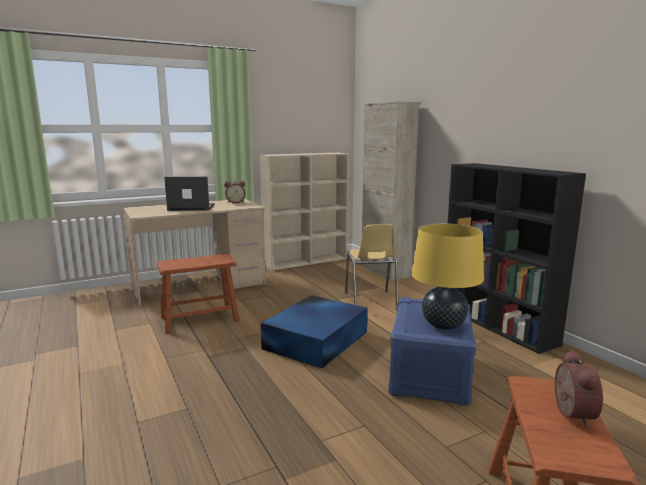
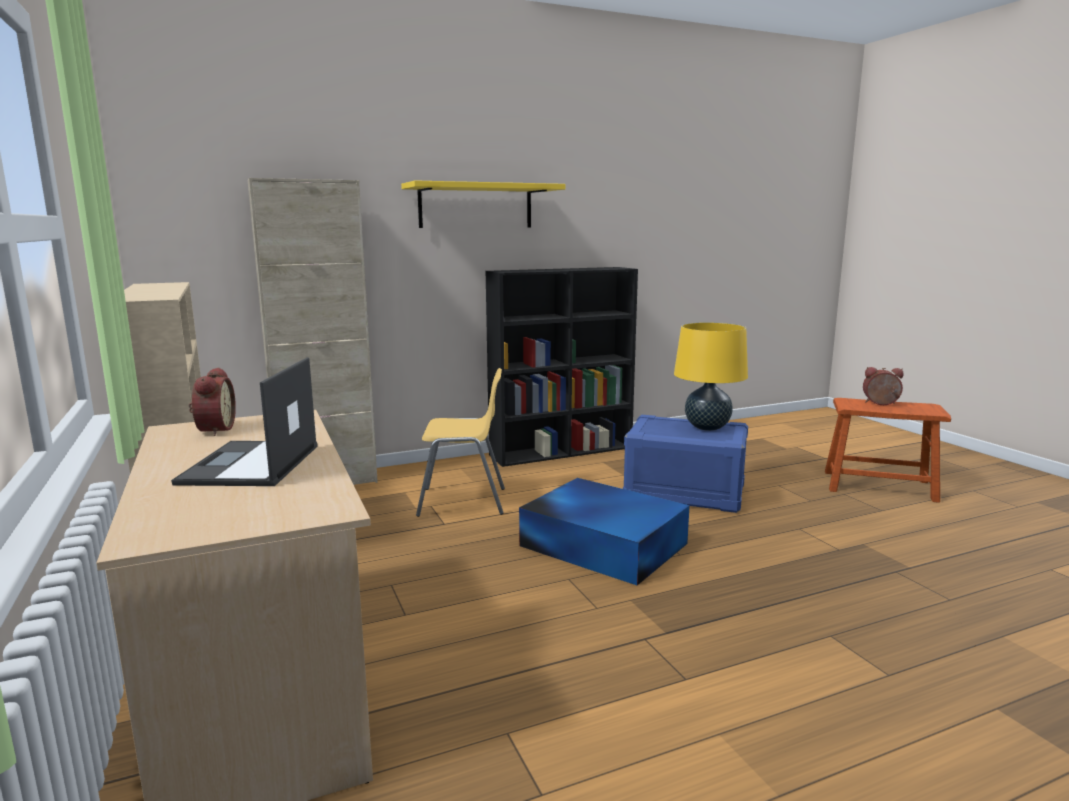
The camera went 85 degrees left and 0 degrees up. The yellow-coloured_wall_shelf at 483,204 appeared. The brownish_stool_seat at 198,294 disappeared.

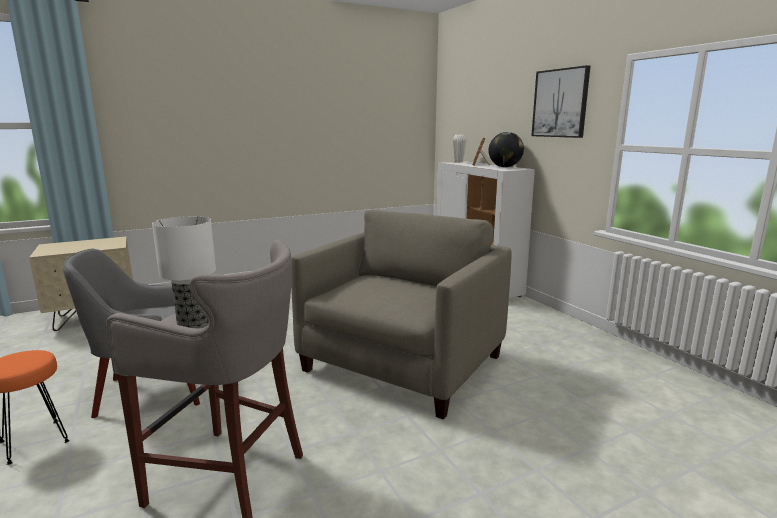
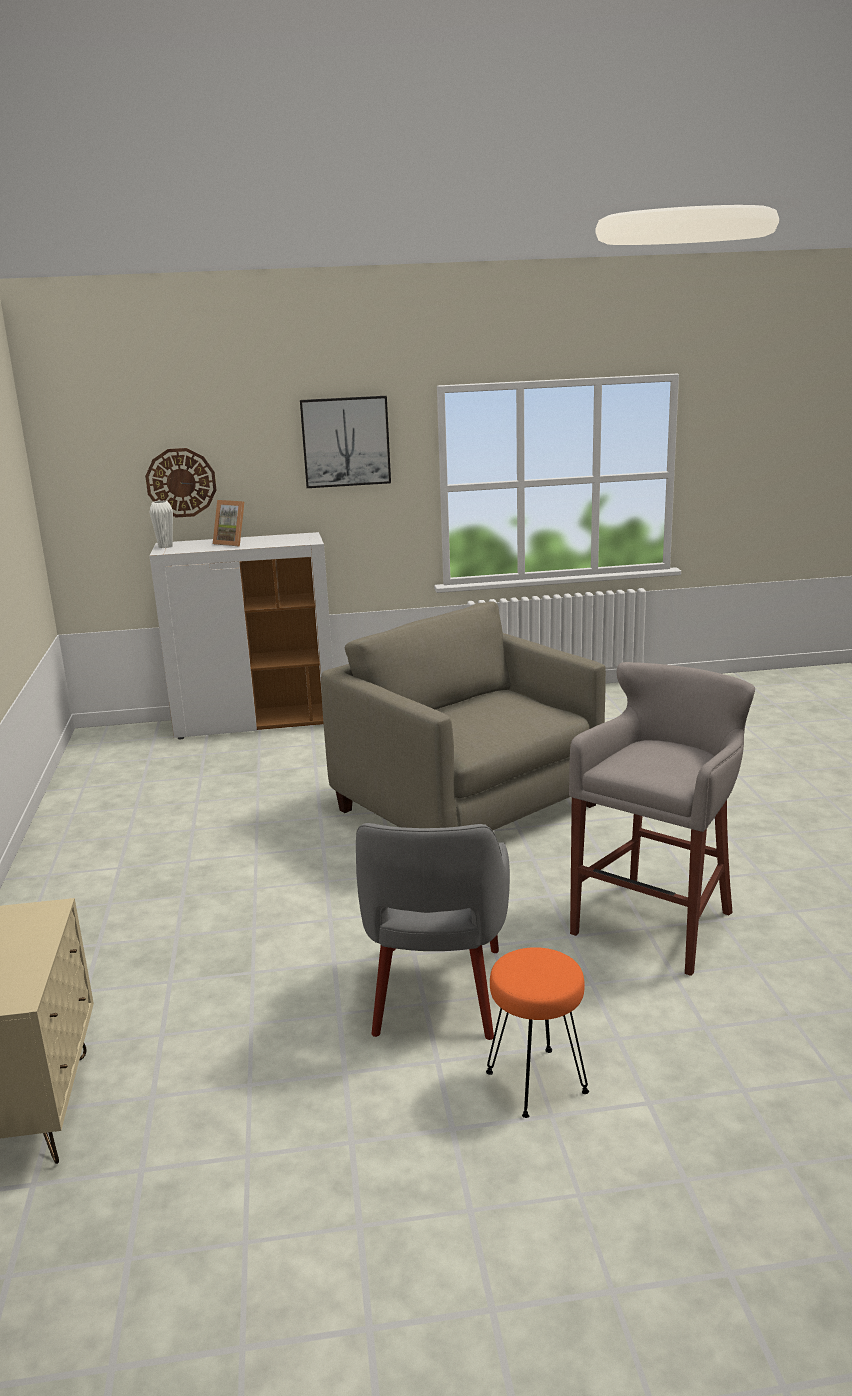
The camera went 70 degrees left and 5 degrees up. The wall_clock at 181,483 appeared. The tabletop_lamp at 184,272 disappeared. The world_globe at 506,149 disappeared.

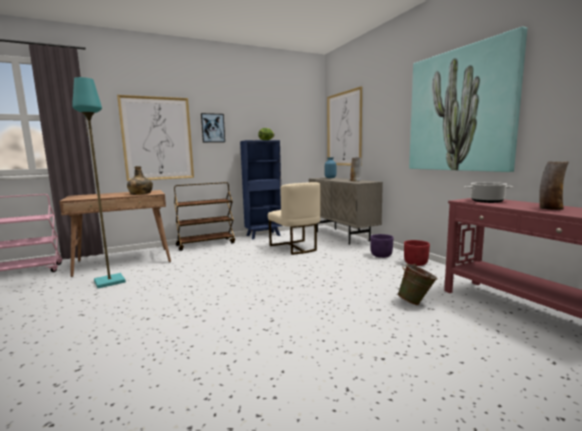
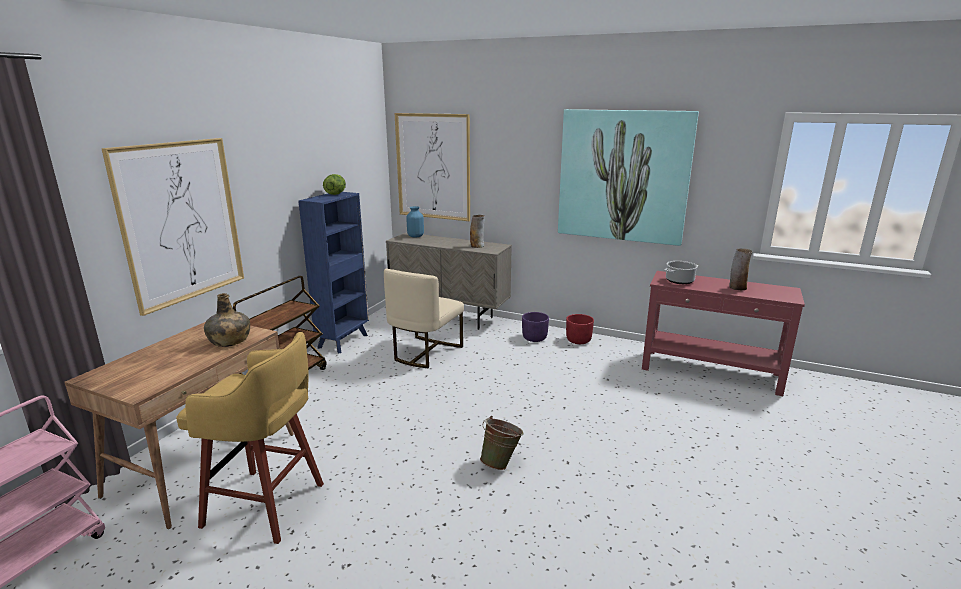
The camera went 40 degrees left and 10 degrees up. The turquoise-coloured_standing_lamp at 99,182 was replaced by the yellow-coloured_stool_seat at 250,438. The sand-coloured_chair at 294,218 turned 90 degrees clockwise. The greenish_bucket moved from 417,284 to 501,443. The picture at 213,128 disappeared.

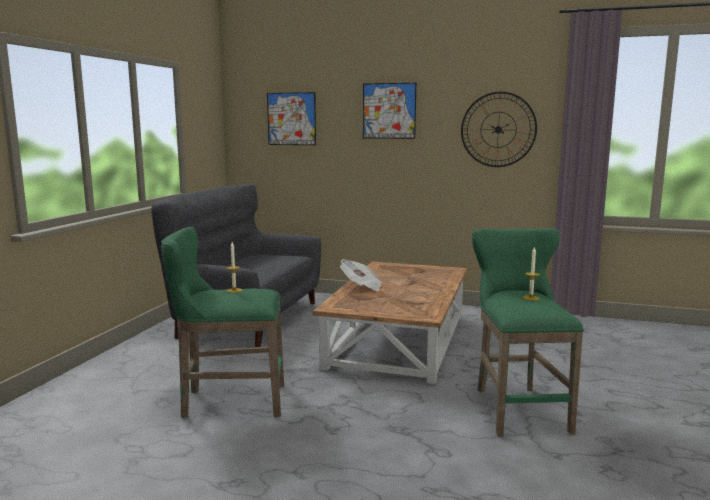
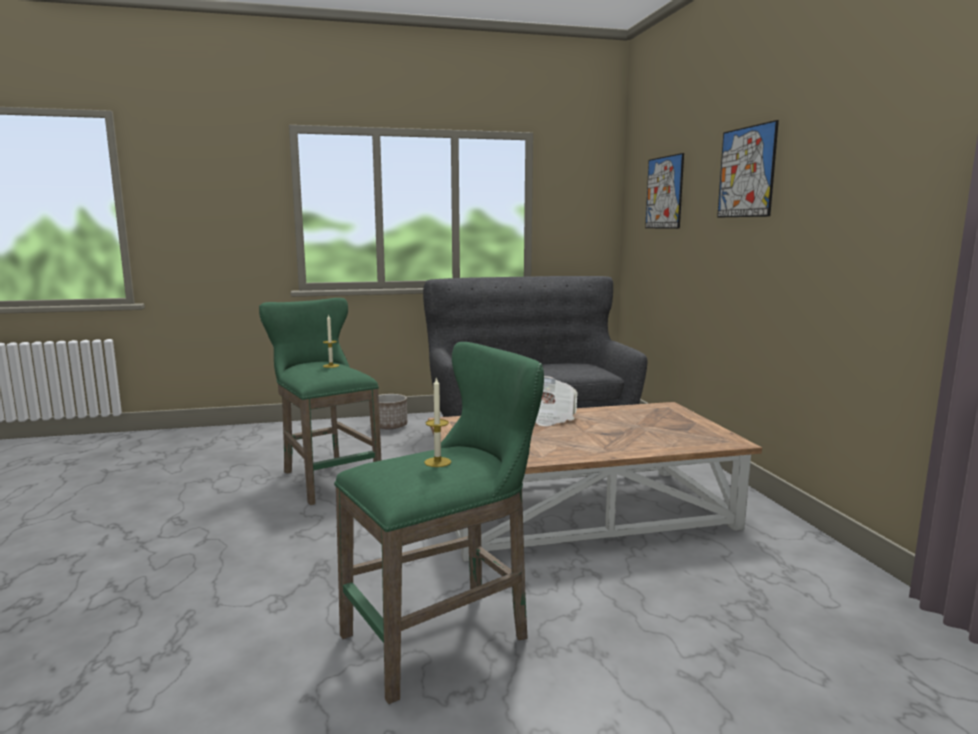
The camera went 60 degrees right and 0 degrees up. The plant_pot at 392,411 appeared. The wall_clock at 499,129 disappeared.

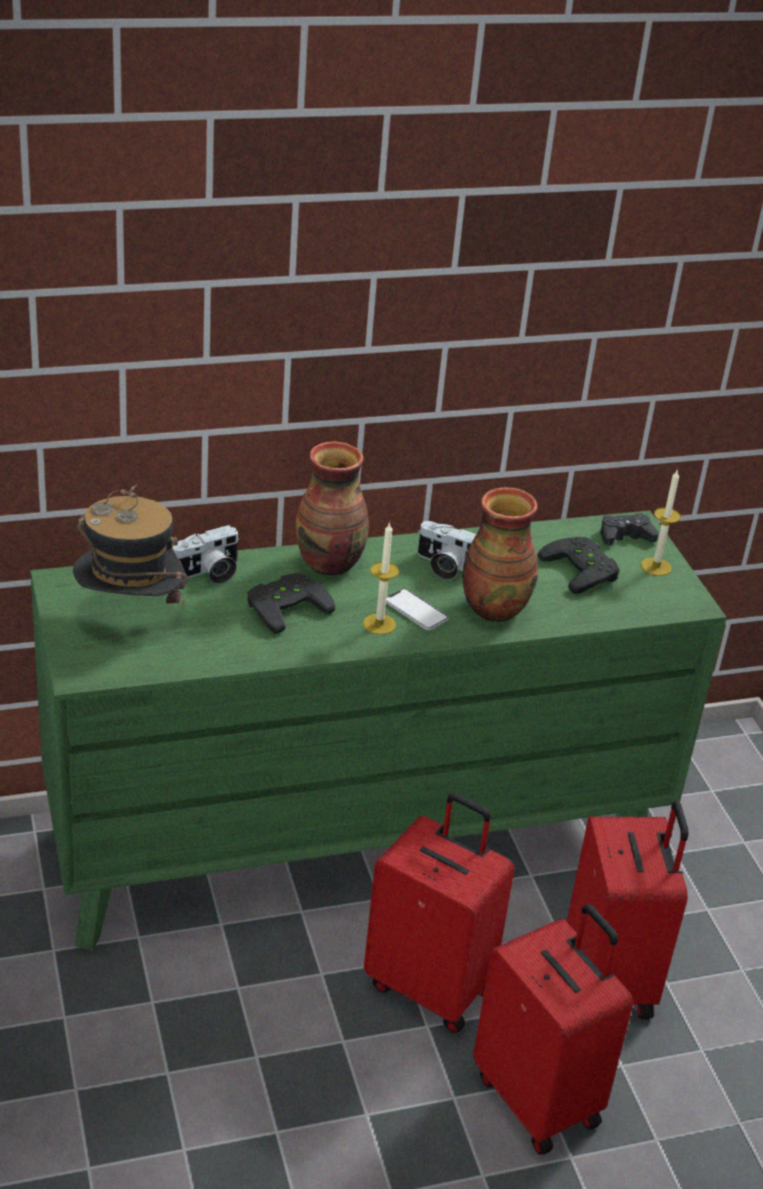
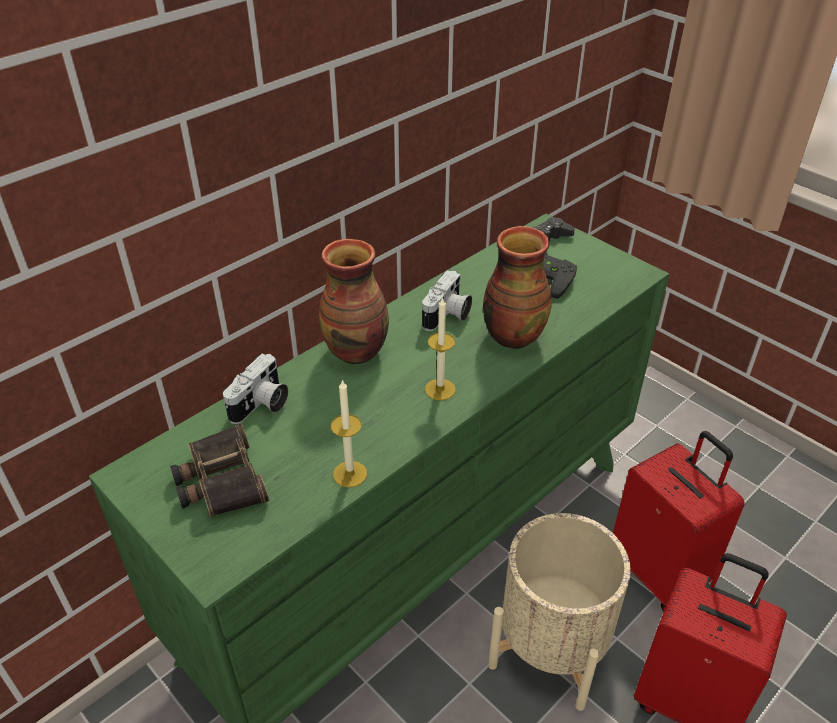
The camera went 25 degrees left and 5 degrees up. The hat at 131,546 was replaced by the field_glasses at 219,470. The wax_candle moved from 661,522 to 349,433. The still_camera at 447,550 turned 60 degrees counterclockwise. The red_suitcase at 439,913 was replaced by the sand-coloured_plant_pot at 559,612. The black_joypad at 291,603 disappeared. The phone at 417,609 disappeared.

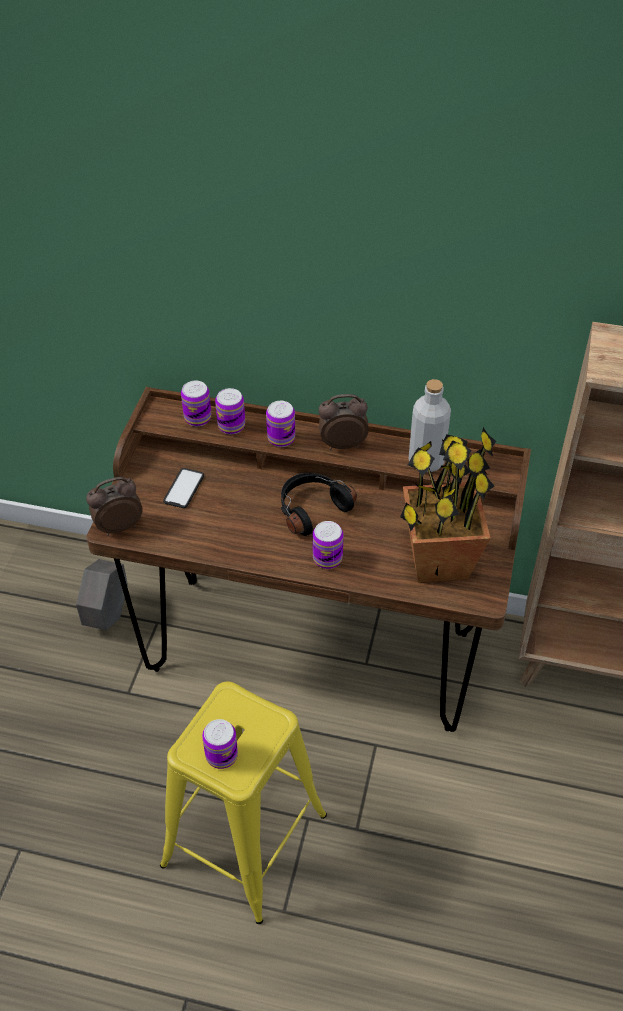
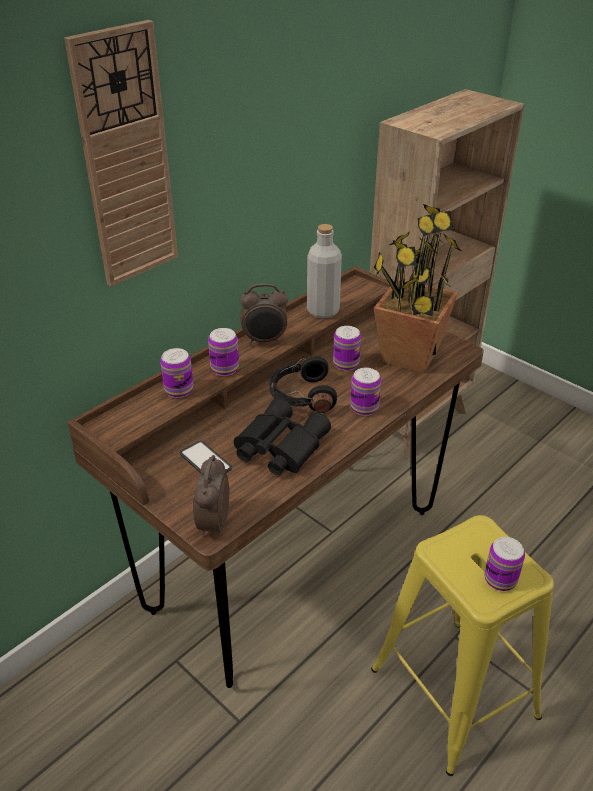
The camera went 60 degrees left and 10 degrees down. The wall_clock at 121,153 appeared. The black_field_glasses at 282,436 appeared. The alarm_clock at 343,422 turned 120 degrees counterclockwise. The can moved from 196,403 to 347,348. The gray_plant_pot at 102,594 disappeared.

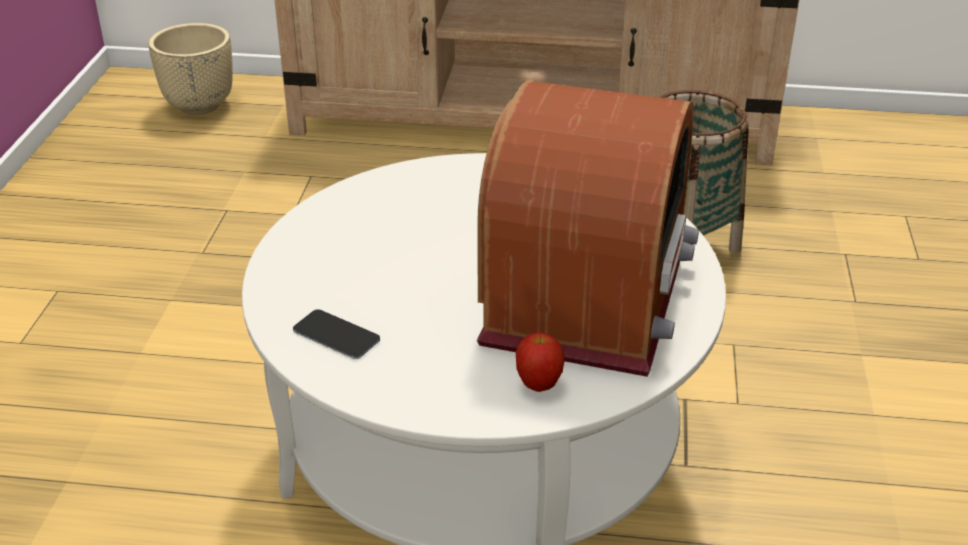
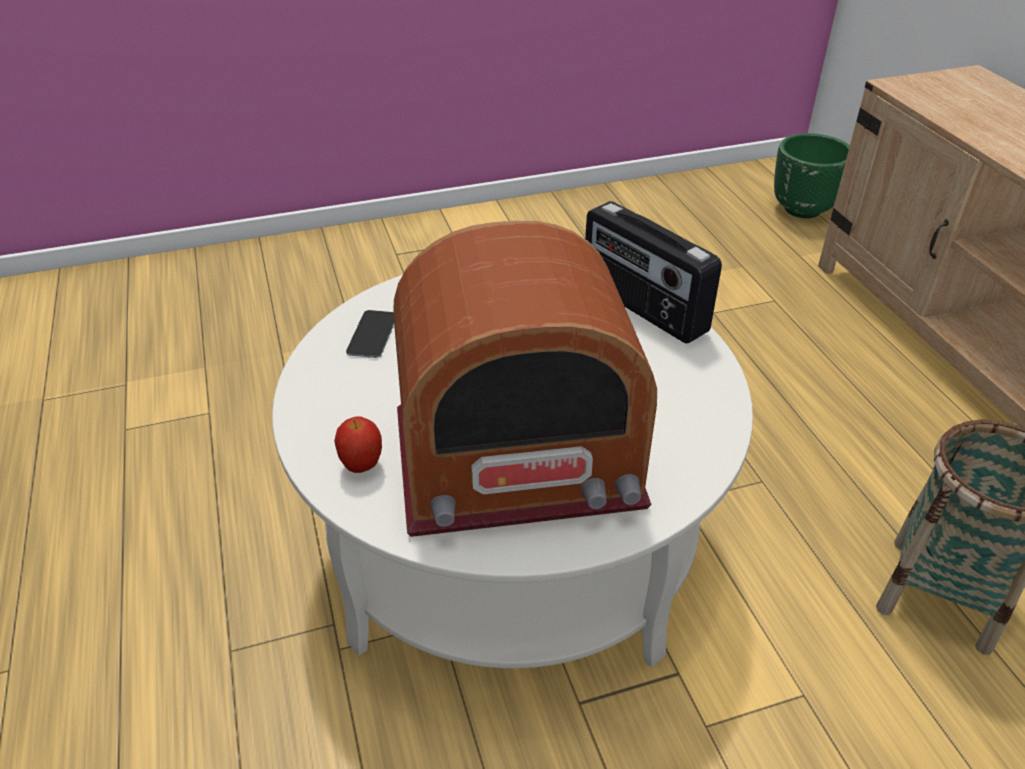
The camera went 65 degrees right and 5 degrees up. The radio at 653,272 appeared. The sand-coloured_plant_pot at 191,69 became the greenish_plant_pot at 812,175.

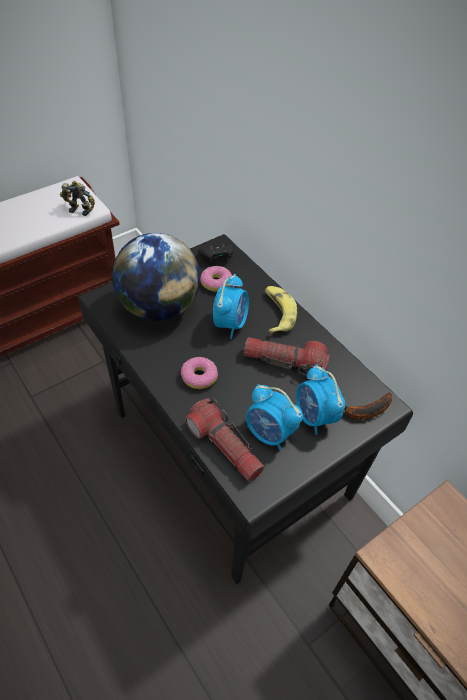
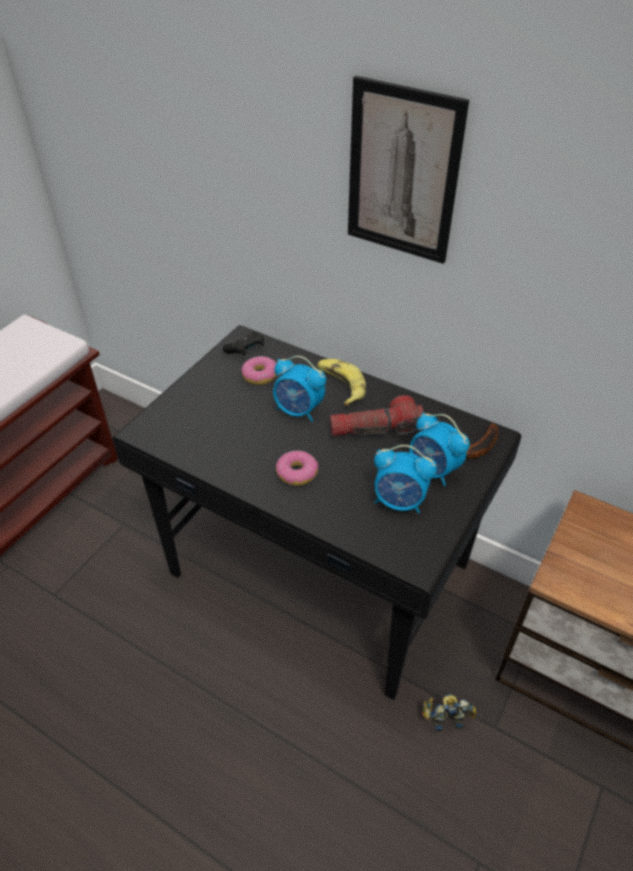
The camera went 20 degrees left and 5 degrees down. The alarm_clock at 231,306 turned 120 degrees clockwise. The picture at 408,170 appeared. The robot_figure moved from 77,198 to 449,712. The world_globe at 156,277 disappeared. The hand_torch at 225,440 disappeared.

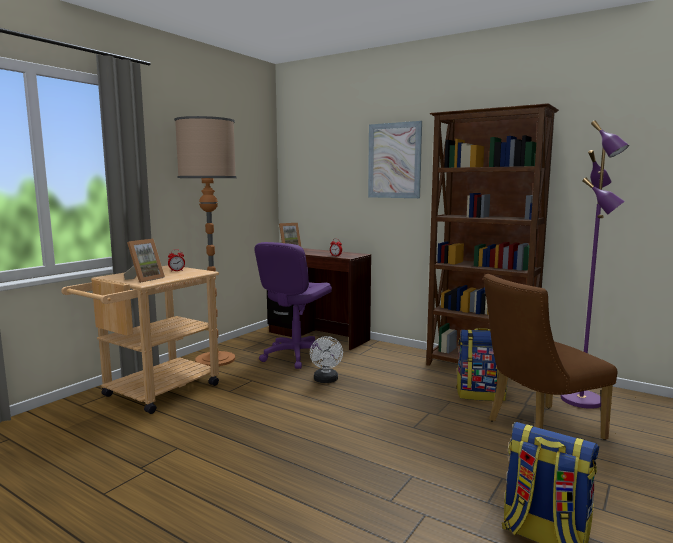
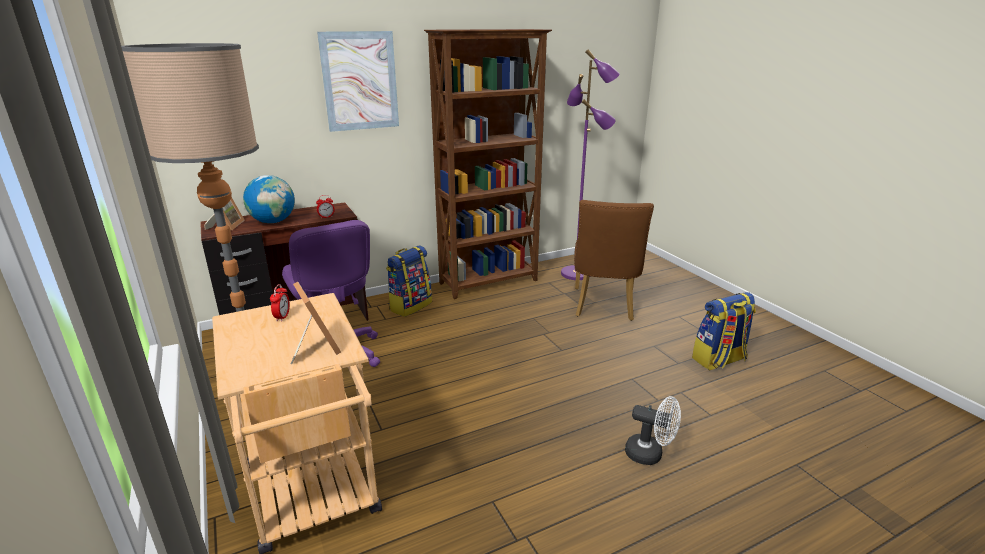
The camera went 60 degrees left and 15 degrees up. The world_globe at 269,199 appeared. The backpack moved from 482,364 to 409,281. The white-coloured_cooling_fan moved from 326,359 to 653,430.

